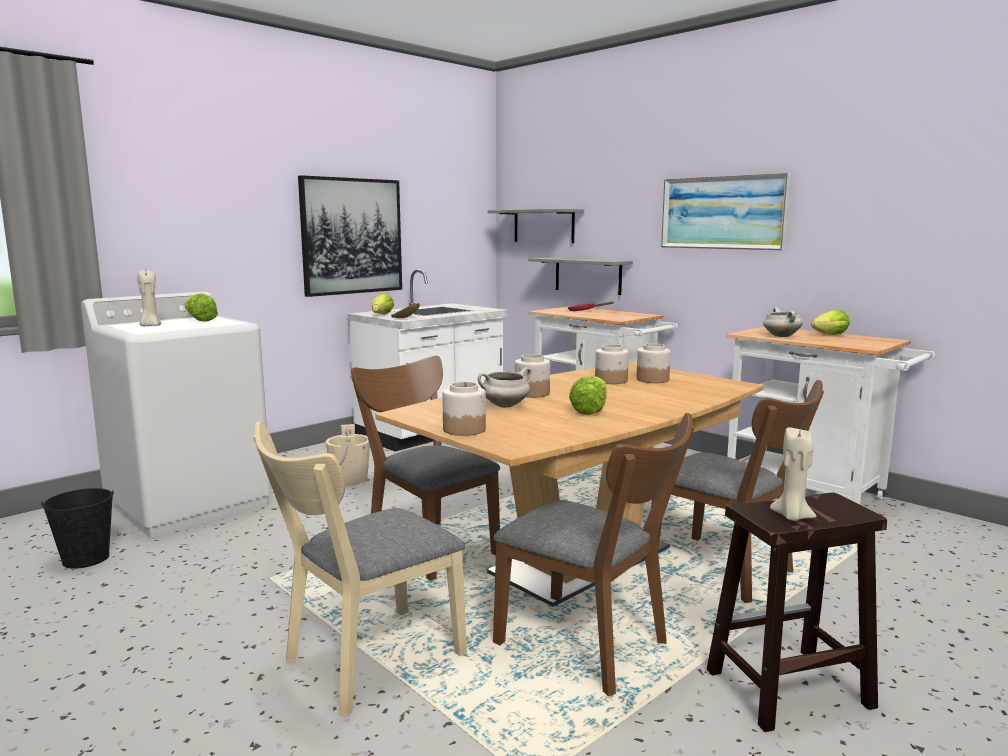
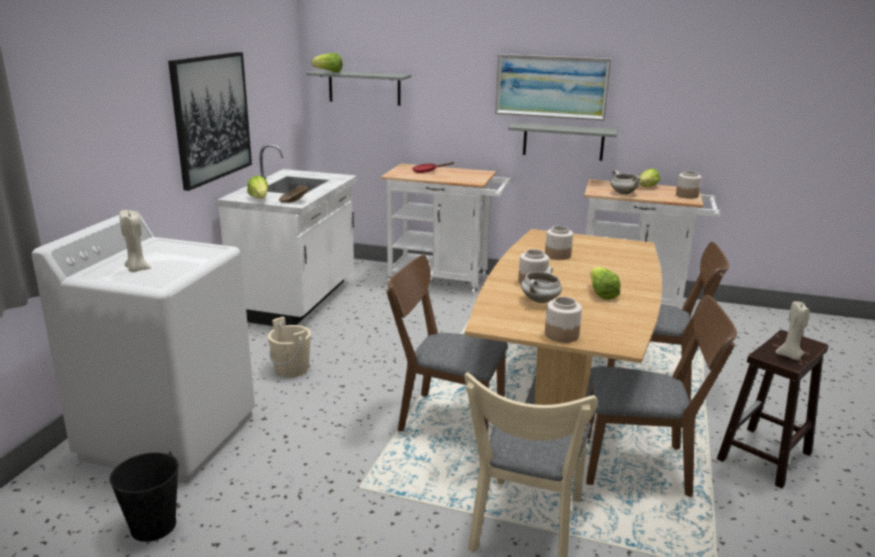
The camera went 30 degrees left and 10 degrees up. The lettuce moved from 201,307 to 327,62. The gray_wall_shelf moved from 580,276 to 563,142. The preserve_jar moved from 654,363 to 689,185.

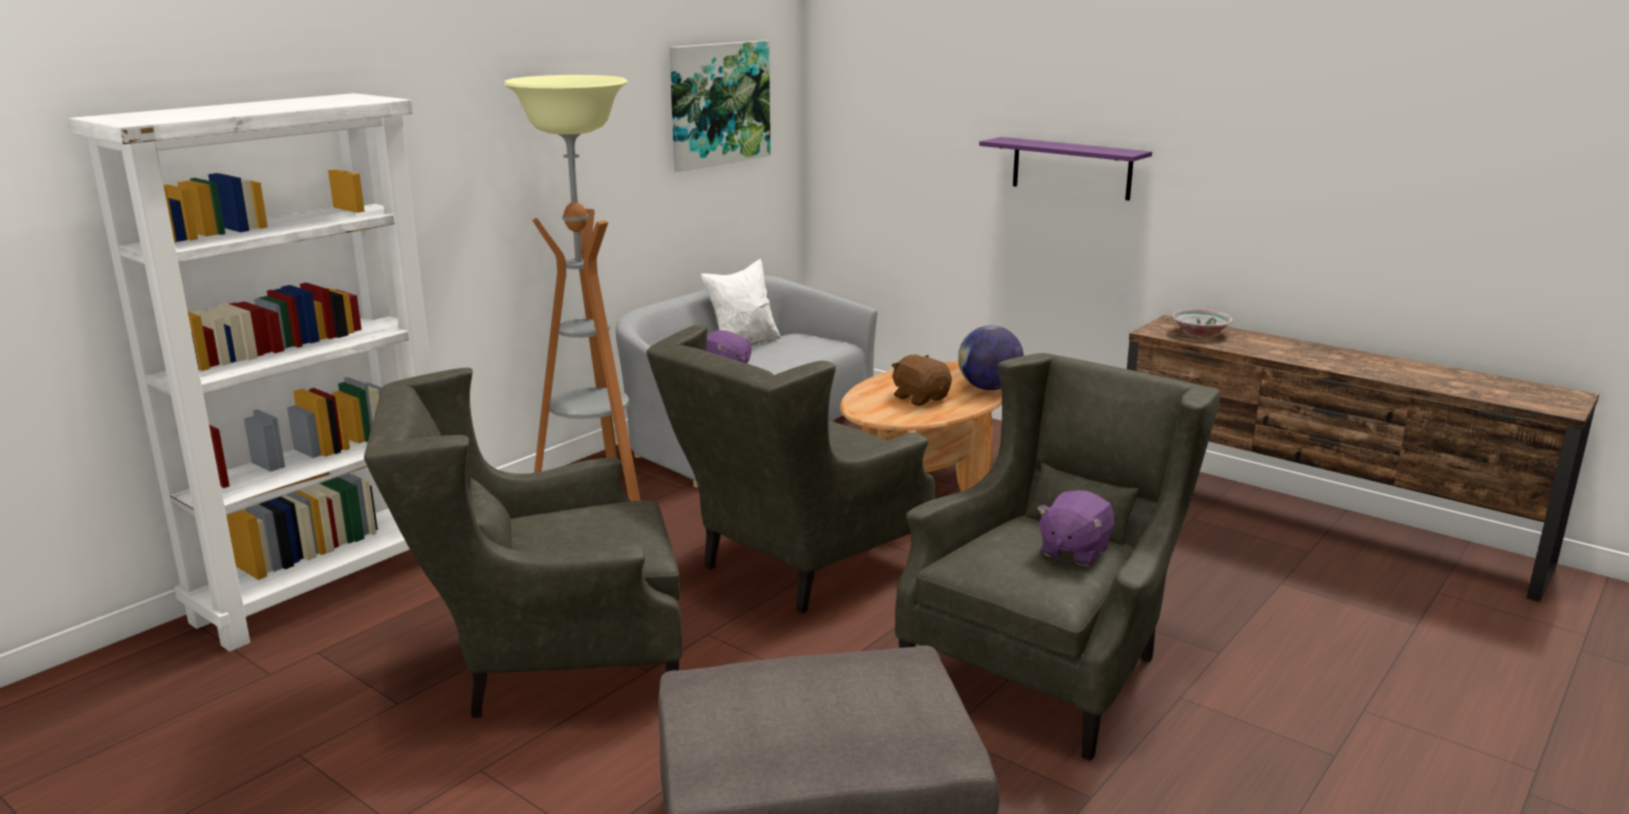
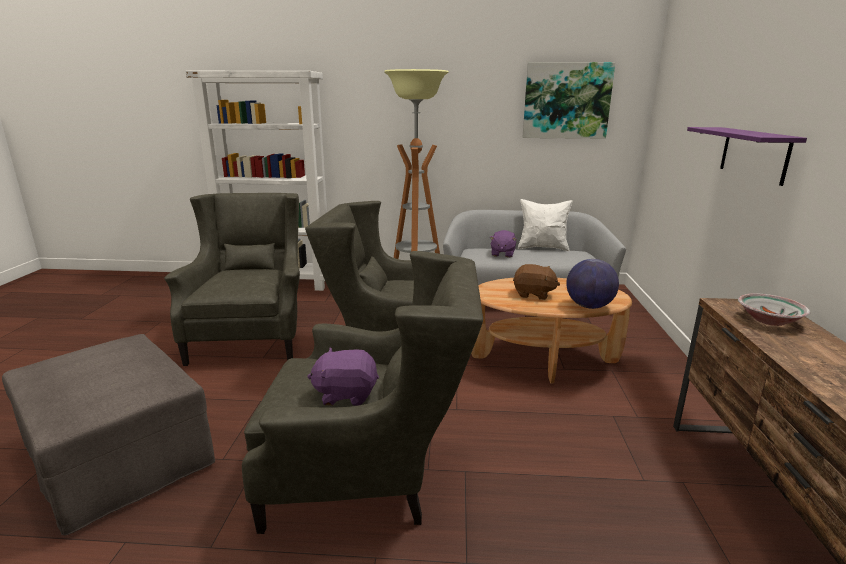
The camera went 55 degrees right and 0 degrees up. The gray_lounge_chair at 523,543 turned 45 degrees clockwise. The brownish_plush_toy at 921,380 turned 90 degrees clockwise.

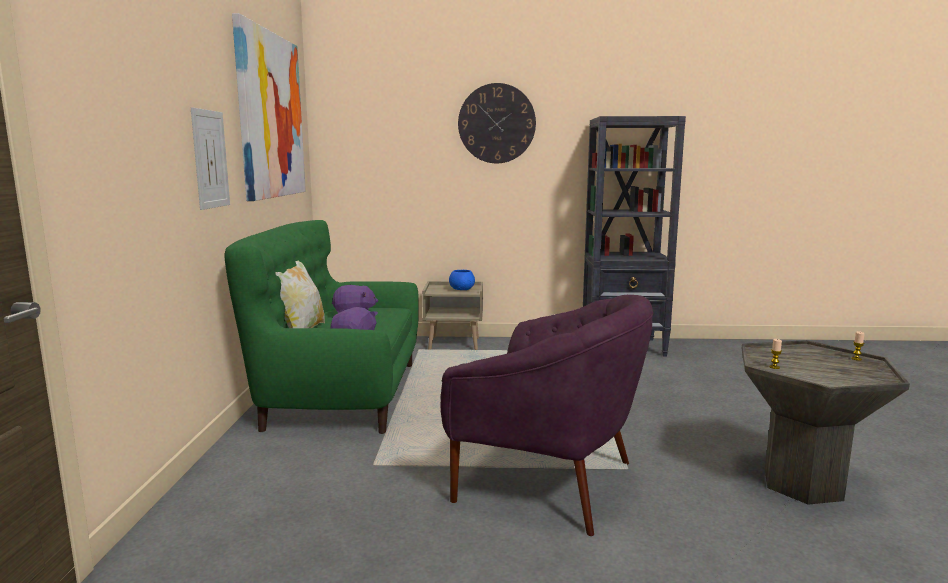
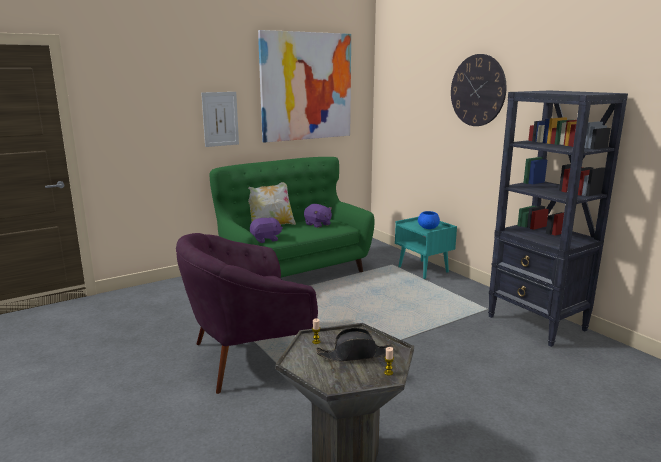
The camera went 55 degrees right and 5 degrees up. The purple_lounge_chair at 547,415 turned 75 degrees clockwise. The black_hat at 355,345 appeared. The sand-coloured_night_table at 452,315 became the turquoise-coloured_night_table at 426,248.

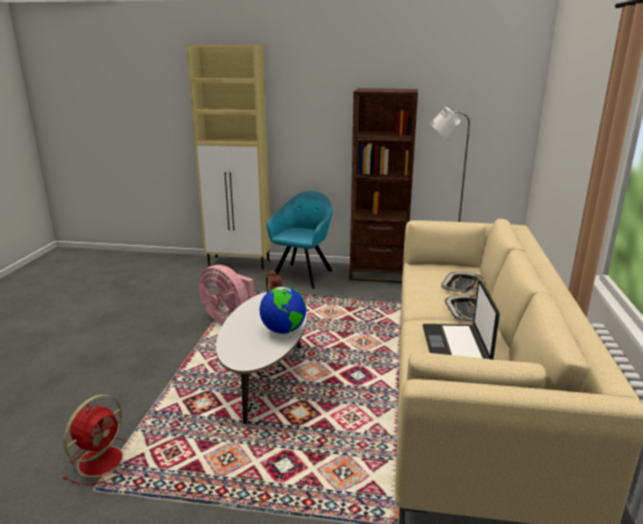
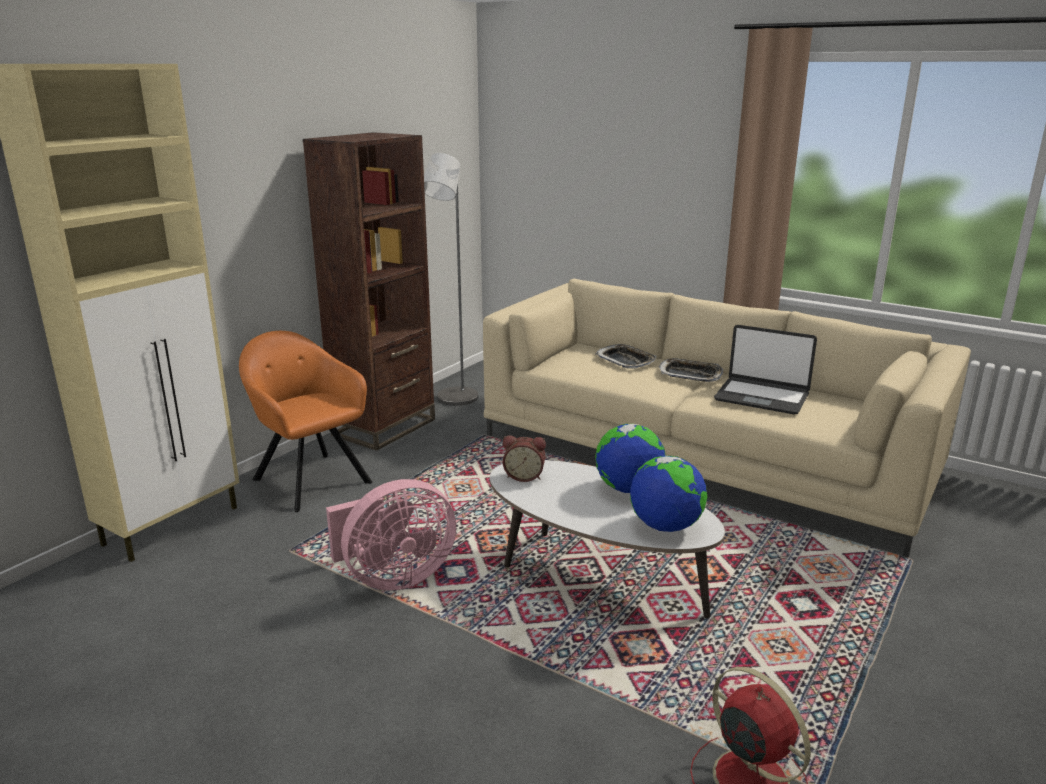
The camera went 65 degrees left and 0 degrees up. The turquoise-coloured_lounge_chair at 299,240 became the orange-coloured_lounge_chair at 306,421. The world_globe at 668,494 appeared.

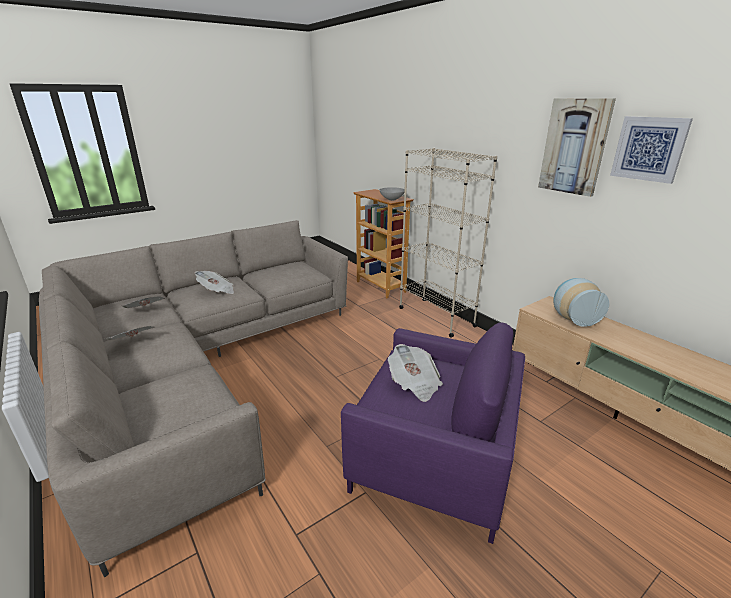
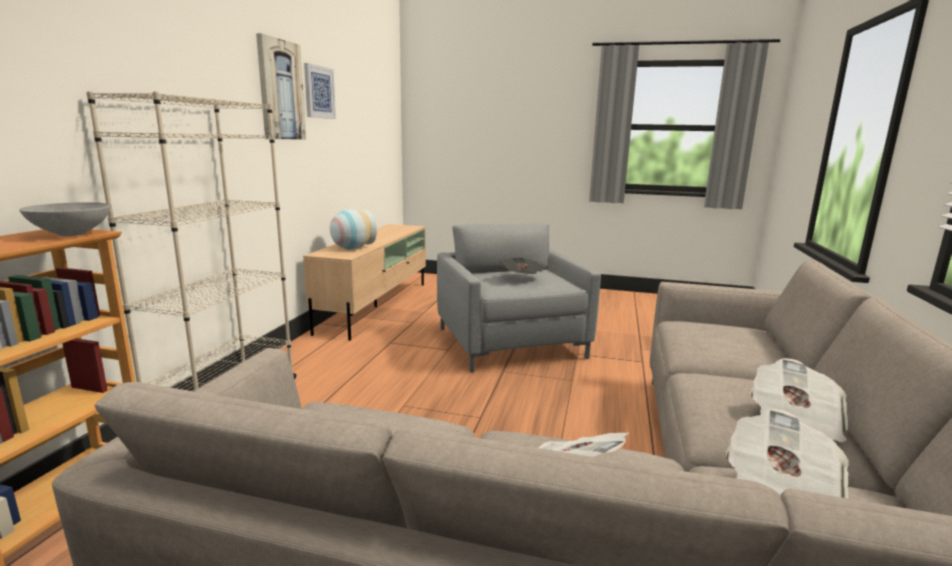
The camera went 130 degrees left and 10 degrees down. The purple_lounge_chair at 433,433 became the gray_lounge_chair at 519,298.

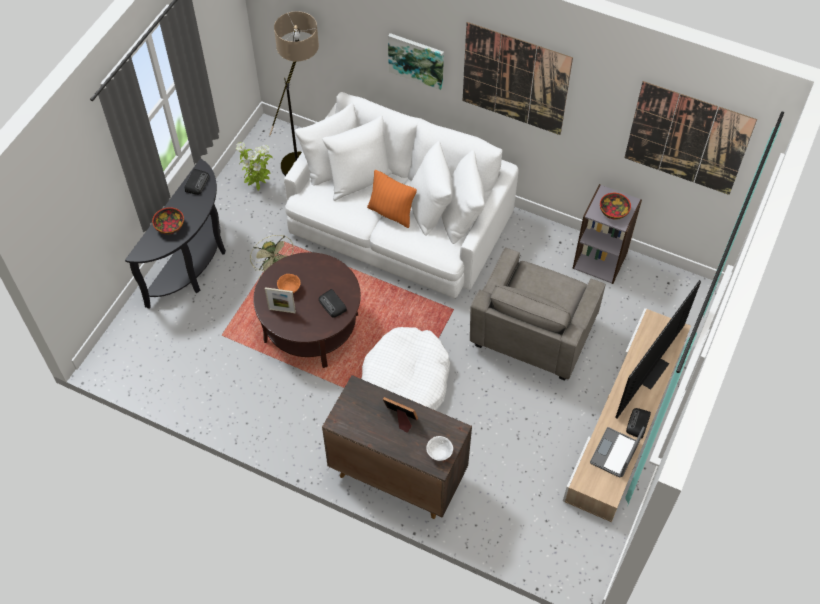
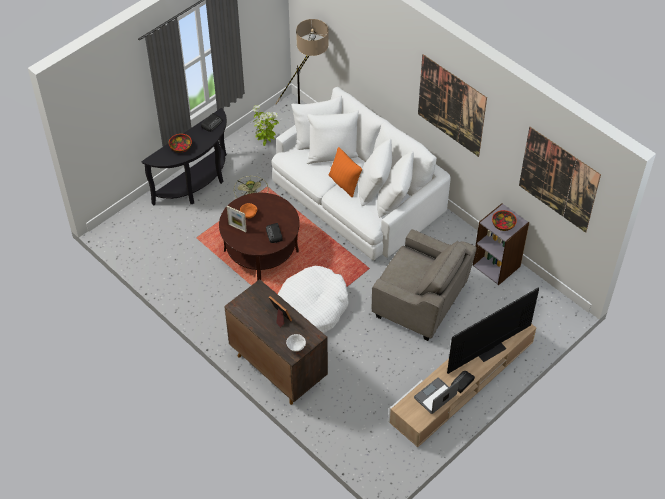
The camera went 20 degrees right and 5 degrees down. The gray_lounge_chair at 538,314 turned 105 degrees counterclockwise. The picture at 416,61 disappeared.

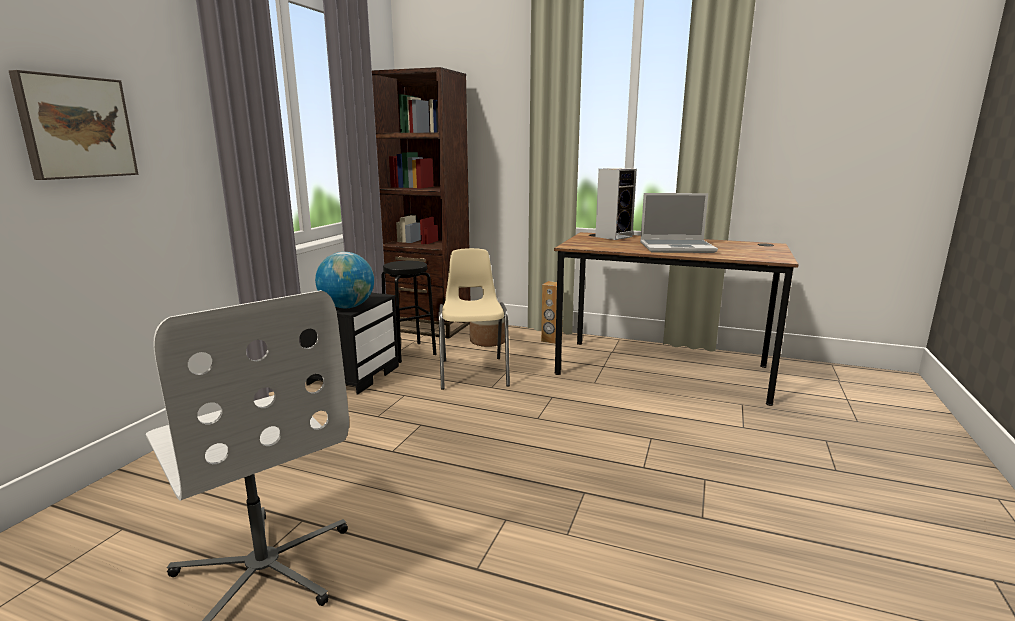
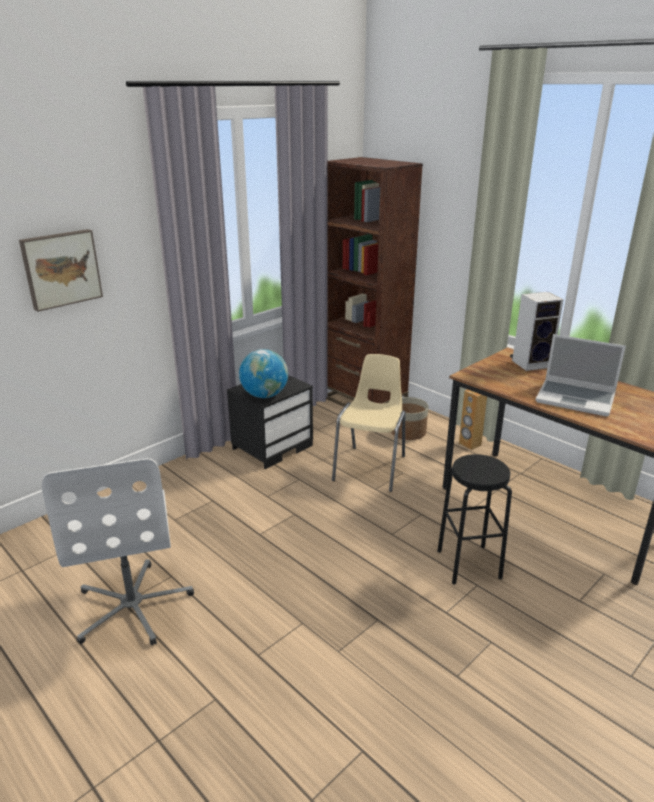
The camera went 25 degrees right and 10 degrees up. The black_stool_seat moved from 409,312 to 474,519.

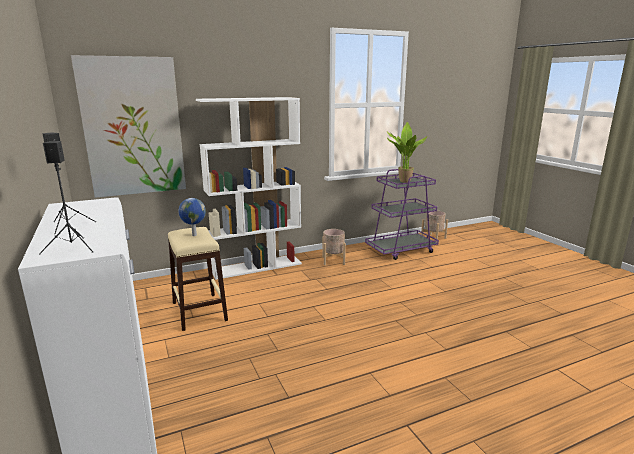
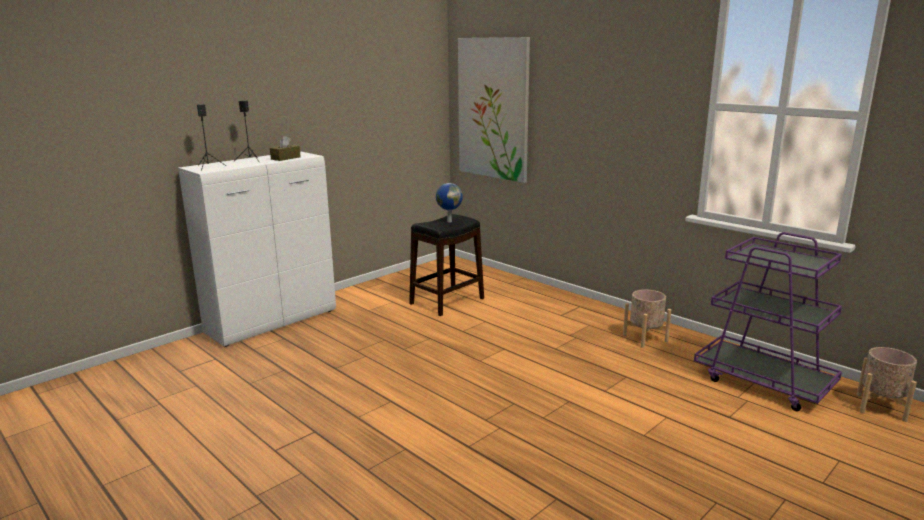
The camera went 70 degrees right and 0 degrees up. The brownish_tissue_box at 285,148 appeared. The sand-coloured_stool_seat at 198,279 became the black_stool_seat at 446,265. The white-coloured_bookcase at 249,188 disappeared. The plant_in_a_pot at 407,152 disappeared.

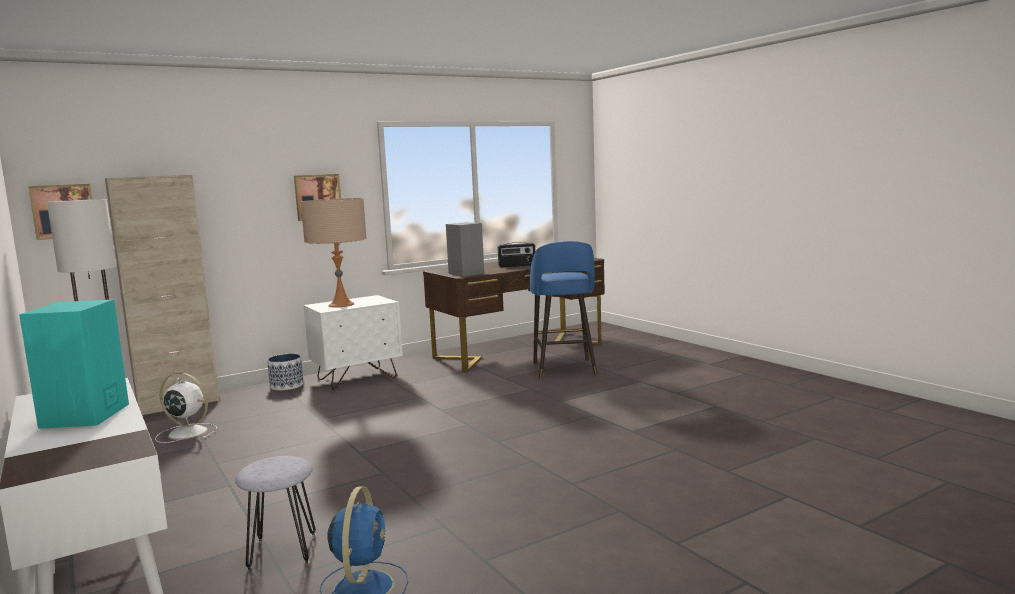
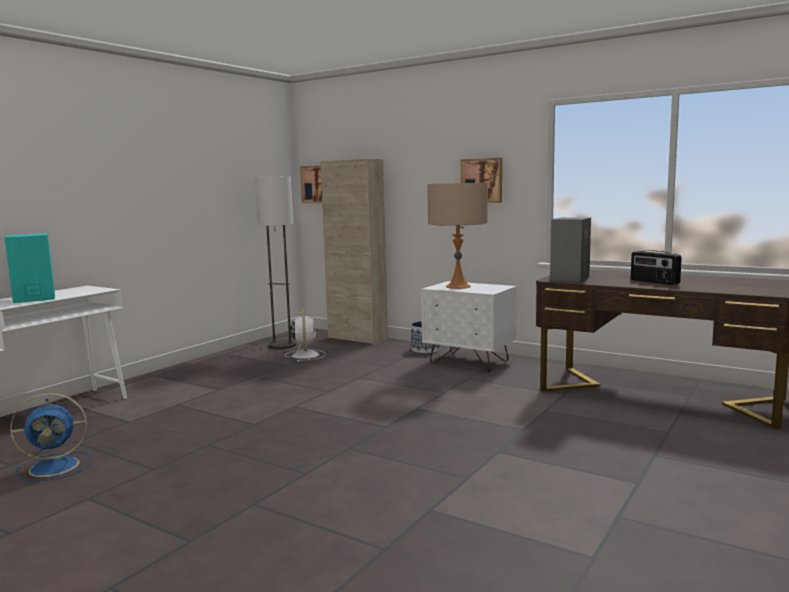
The camera went 65 degrees right and 0 degrees up. The gray_stool_seat at 275,513 disappeared. The blue-coloured_stool_seat at 564,310 disappeared.

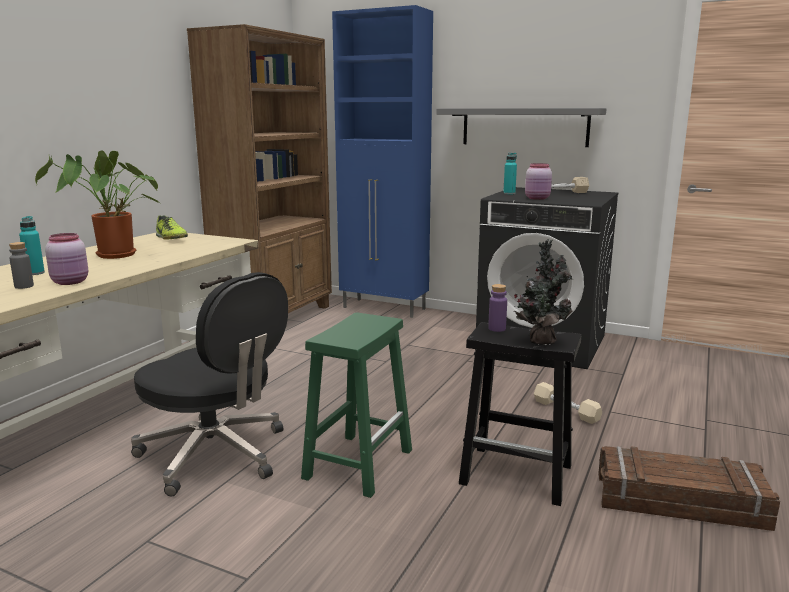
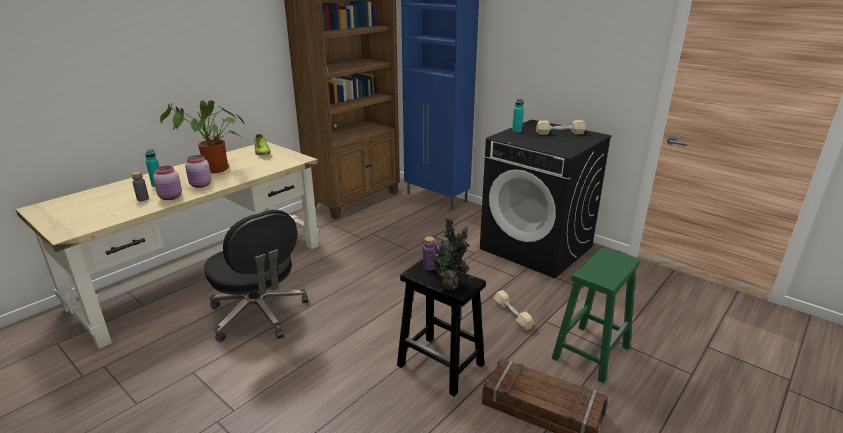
The camera went 15 degrees right and 10 degrees up. The pinkish_preserve_jar moved from 538,181 to 198,171. The greenish_stool_seat moved from 356,405 to 596,315. The gray_wall_shelf at 521,127 disappeared.

